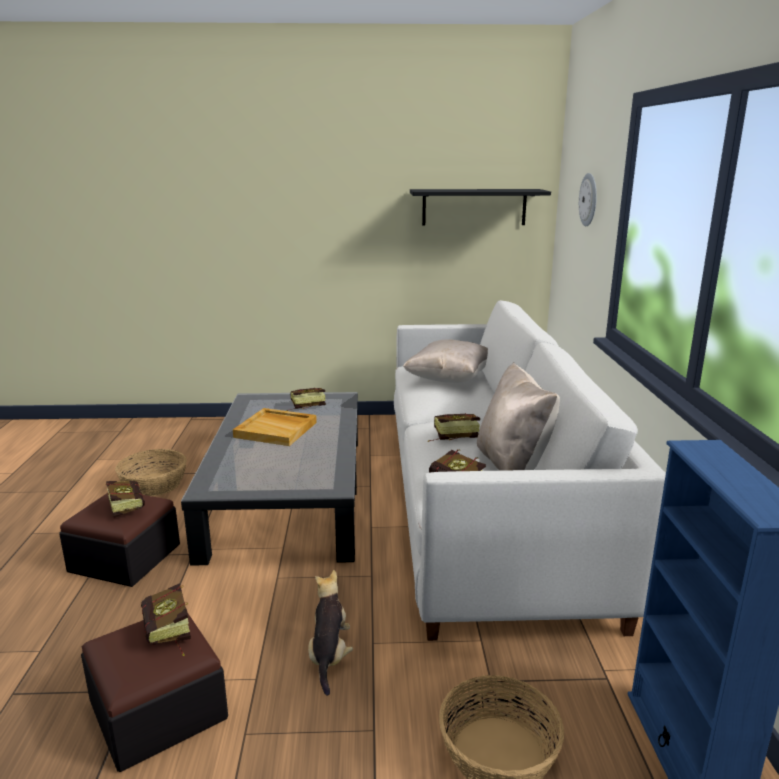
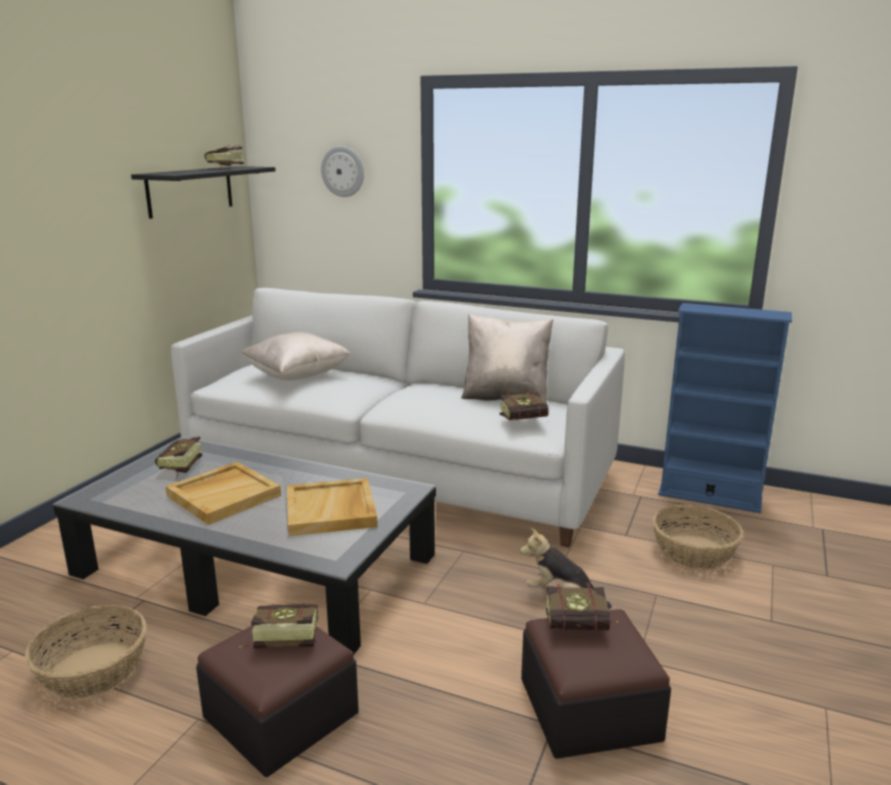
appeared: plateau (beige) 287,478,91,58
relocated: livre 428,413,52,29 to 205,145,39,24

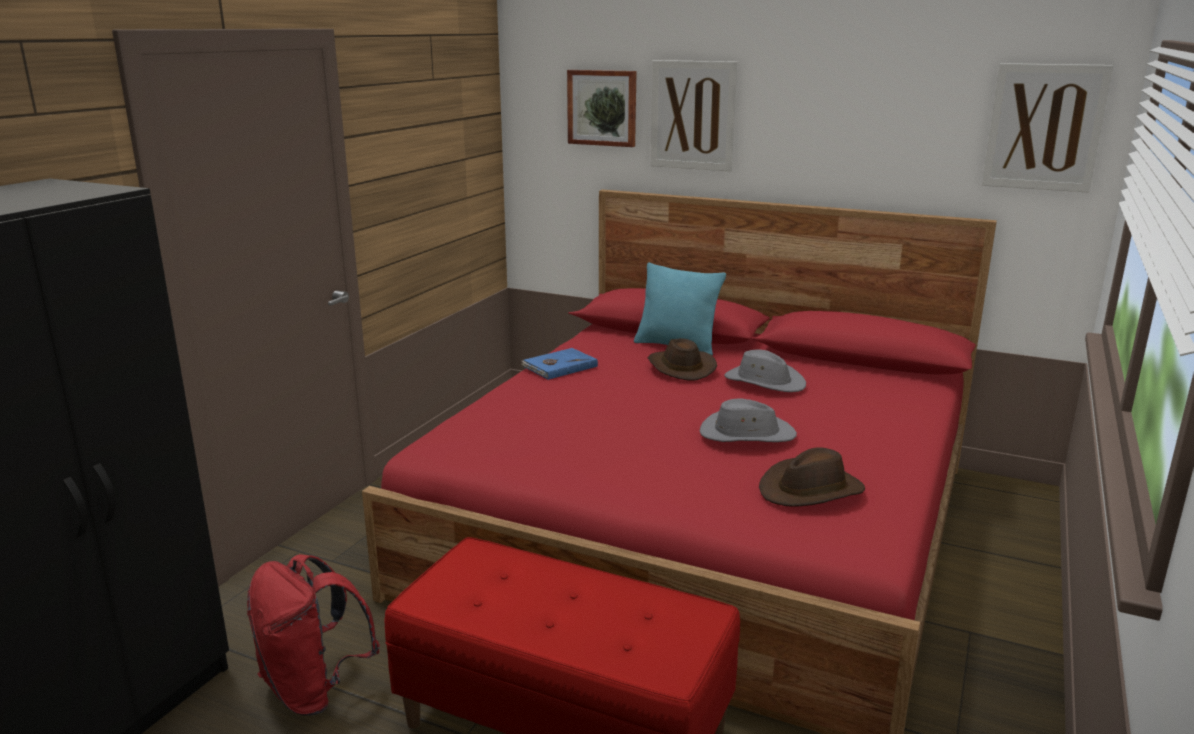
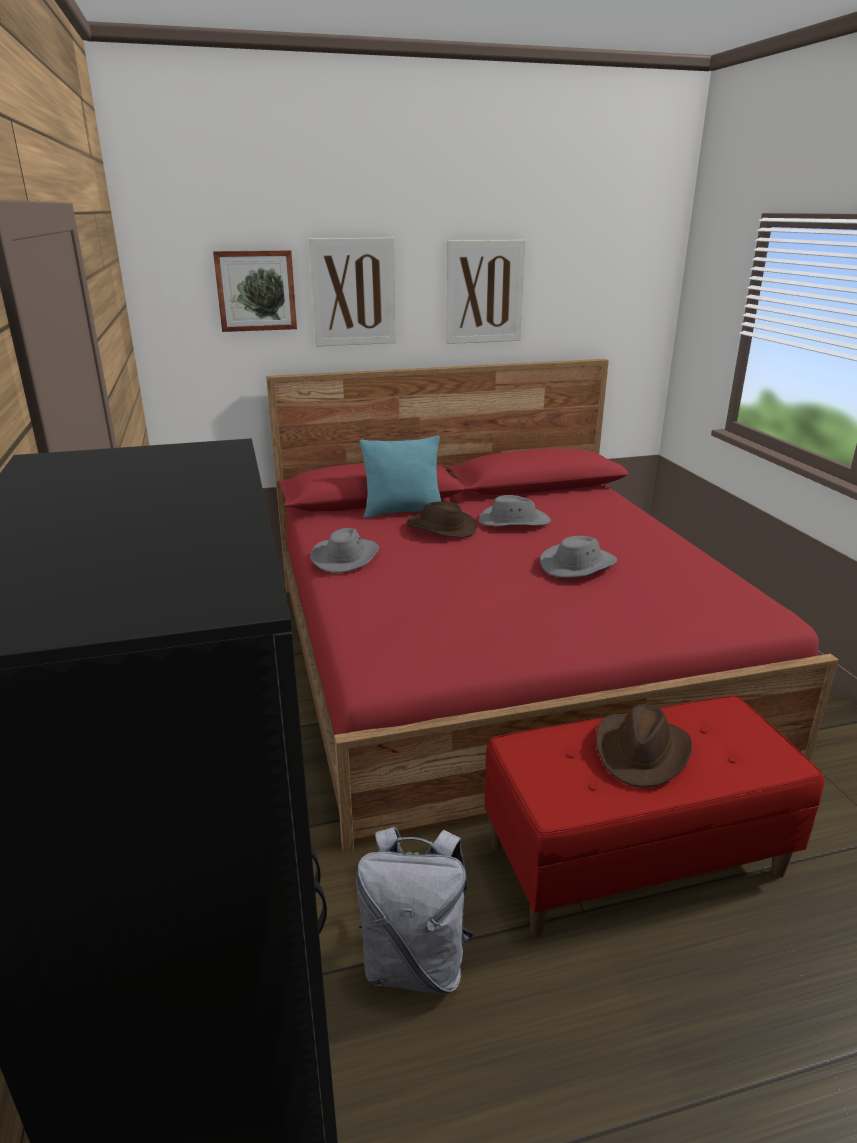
relocated: tableau 982,63,131,130 to 446,240,79,104; chapeau (marron) 759,447,106,60 to 596,704,96,84
exchanged: livre (bleu) 522,348,76,32 to chapeau (gris) 310,528,69,45
colour: sac à dos (rouge) 247,554,133,162 to sac à dos (gris) 356,827,118,166

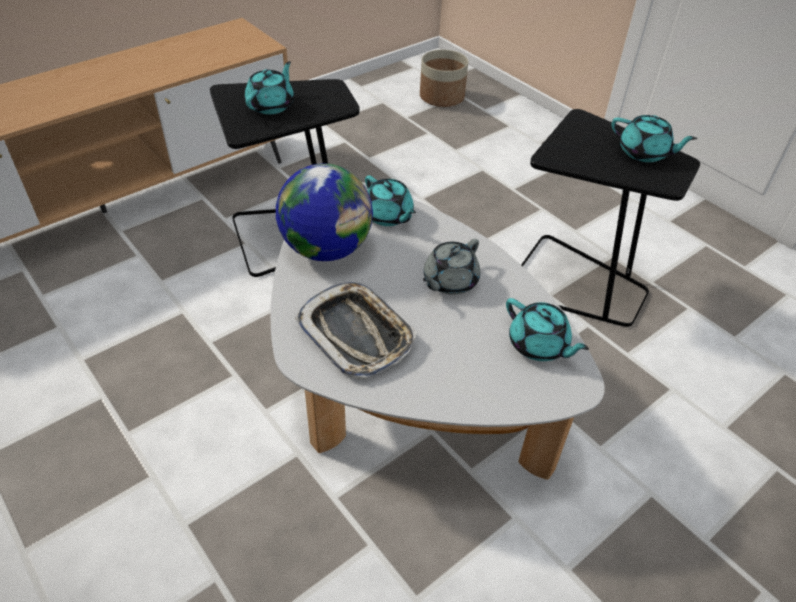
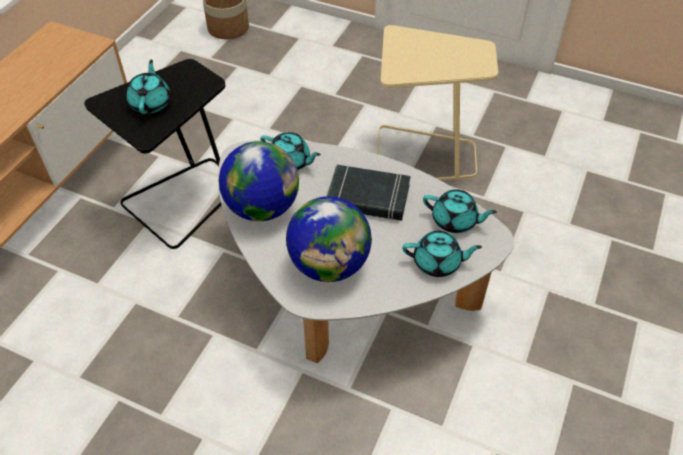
relocated: théière (turquoise) 611,115,86,47 to 402,231,80,46
exchanged: théière (gris) 423,239,57,56 to livre (noir) 327,164,83,57; plateau 295,282,122,97 to globe 286,196,86,86
colour: table d'appoint (noir) 521,109,179,218 to table d'appoint (beige) 377,25,121,155

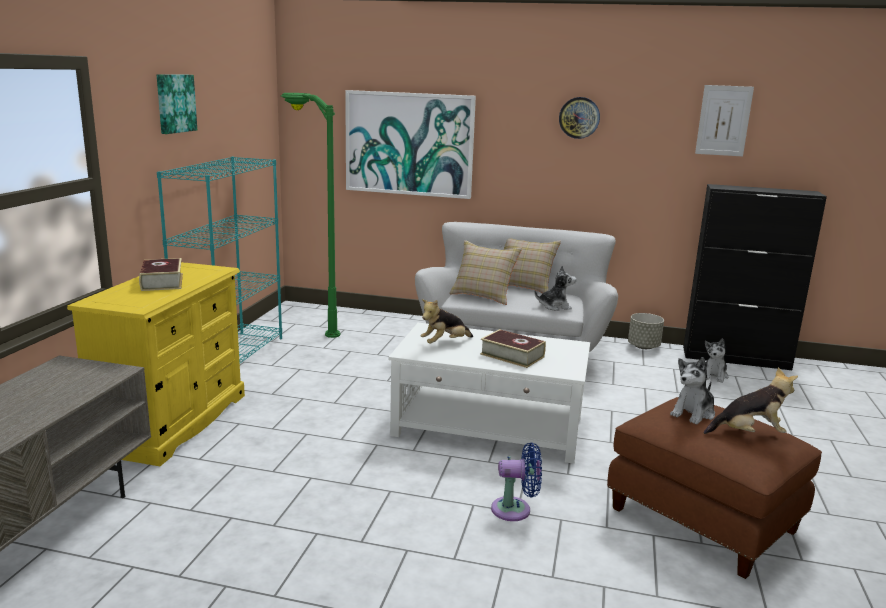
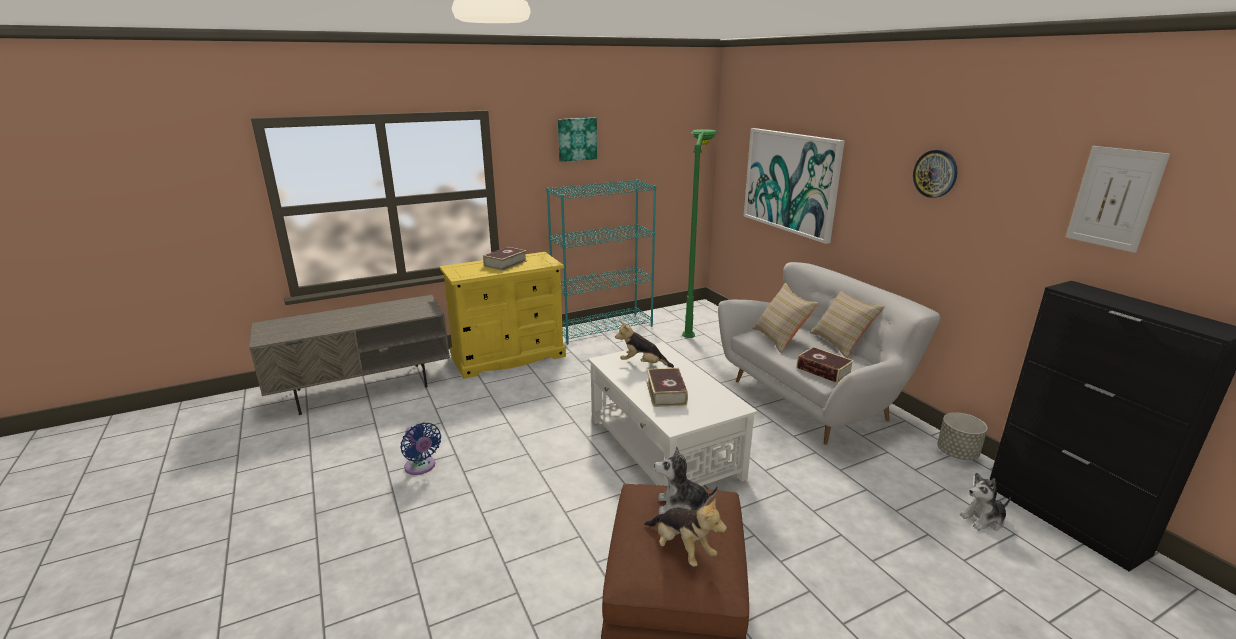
relocated: ventilateur (bleu) 491,442,51,79 to 400,422,41,53
exchanged: peluche 534,266,42,45 to livre 797,347,57,36

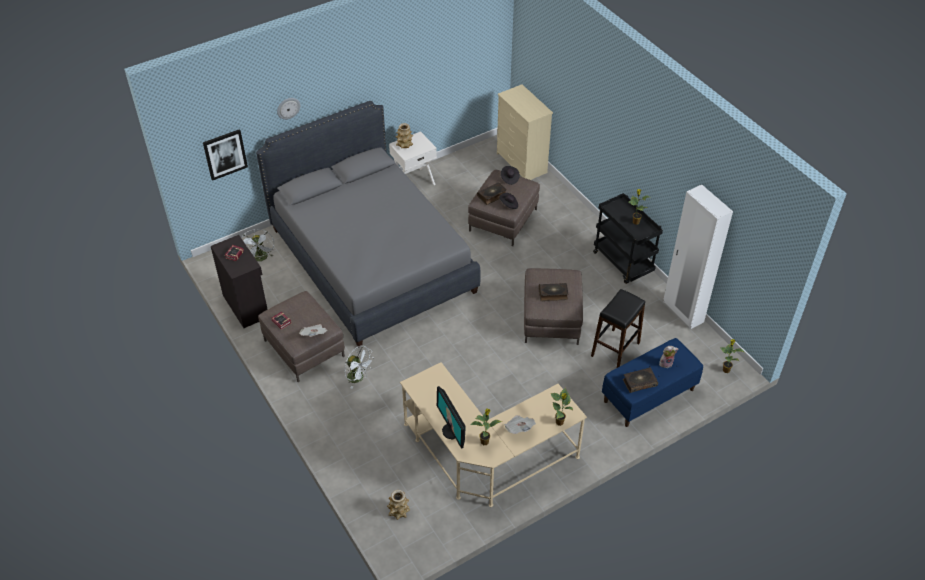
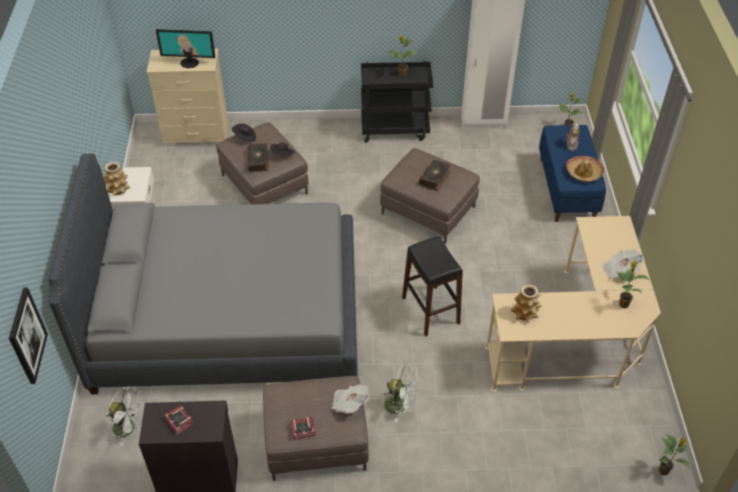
missing: horloge murale 277,98,23,22
relocated: tabouret (noir) 591,289,54,79 to 402,236,61,101; écran d'ordinateur 437,386,29,63 to 156,29,59,39; plante en pot 550,388,23,38 to 659,434,31,41; vase 387,490,23,30 to 511,284,31,39
exchanged: livre 623,368,35,25 to chapeau 566,156,39,26
spun: ventilateur (blanc) 345,345,28,44 = 380,364,39,58 45 degrees clockwise

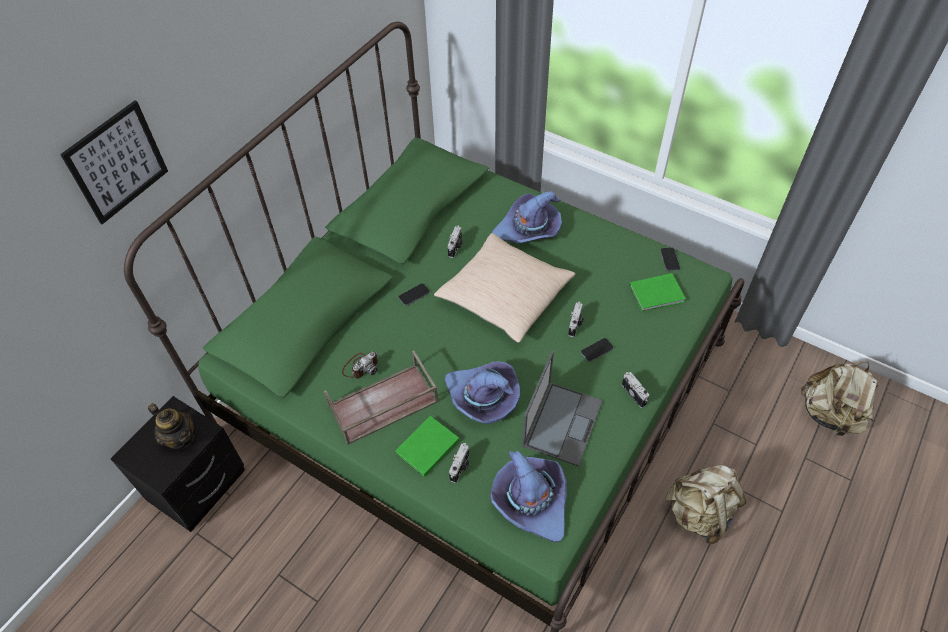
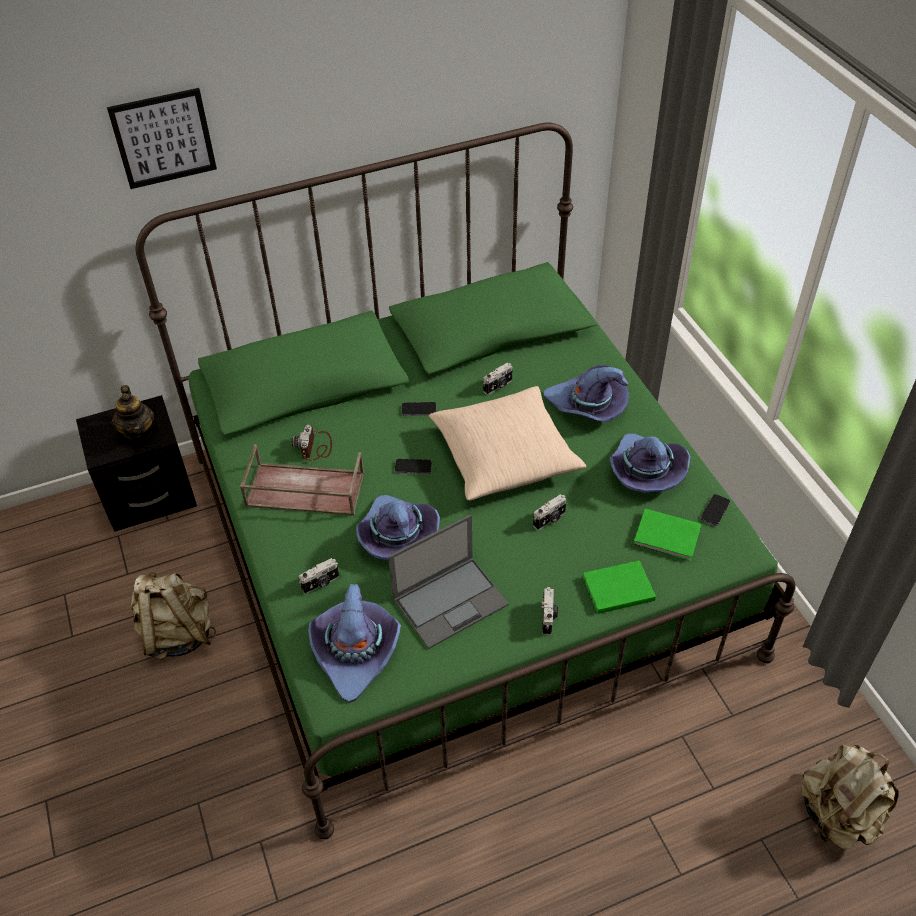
appeared: chapeau (violet) 609,433,82,60
relocated: téléphone 581,338,33,24 to 395,459,37,15; livre (vert) 395,416,64,61 to 583,560,73,54; sac à dos (beige) 665,465,81,79 to 131,572,86,88
spun: appareil photo 342,352,37,27 = 292,424,40,37 105 degrees clockwise

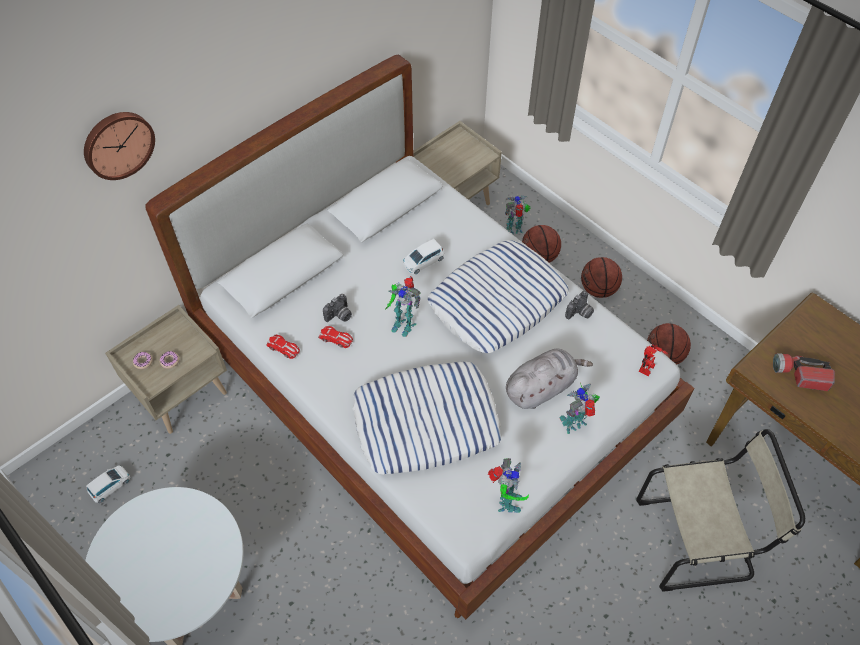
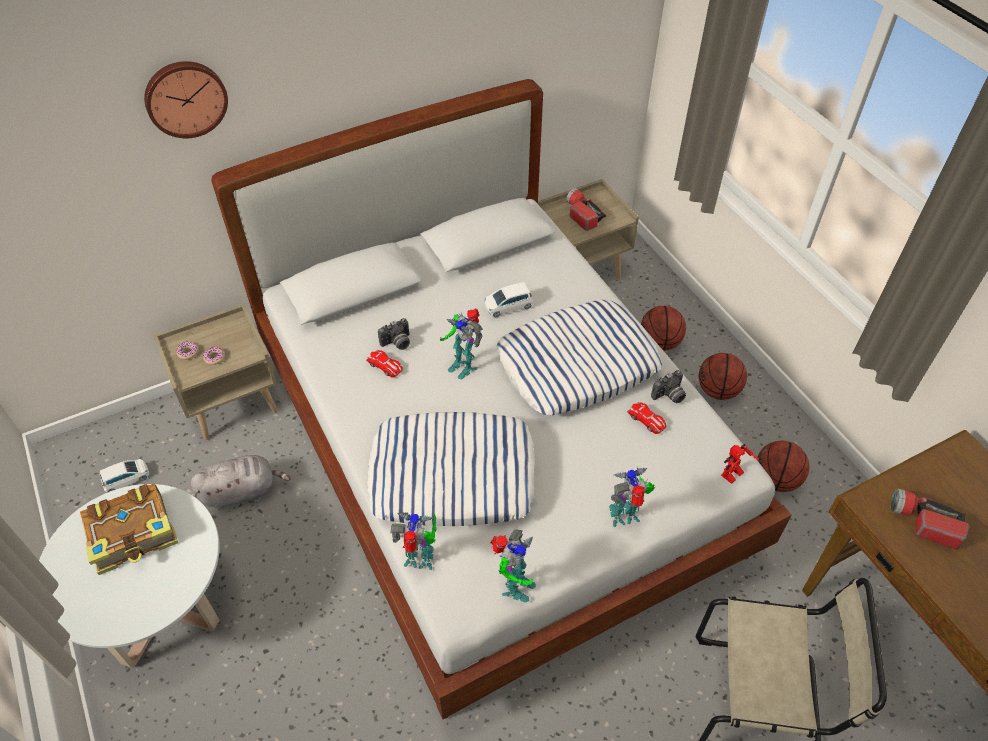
appeared: lampe de poche 566,188,40,43; livre 80,483,98,92
relocated: robot jouet 505,196,26,38 to 390,512,47,58; petite voiture 266,335,34,24 to 627,402,39,32; peluche (gris) 506,348,87,61 to 190,455,101,54

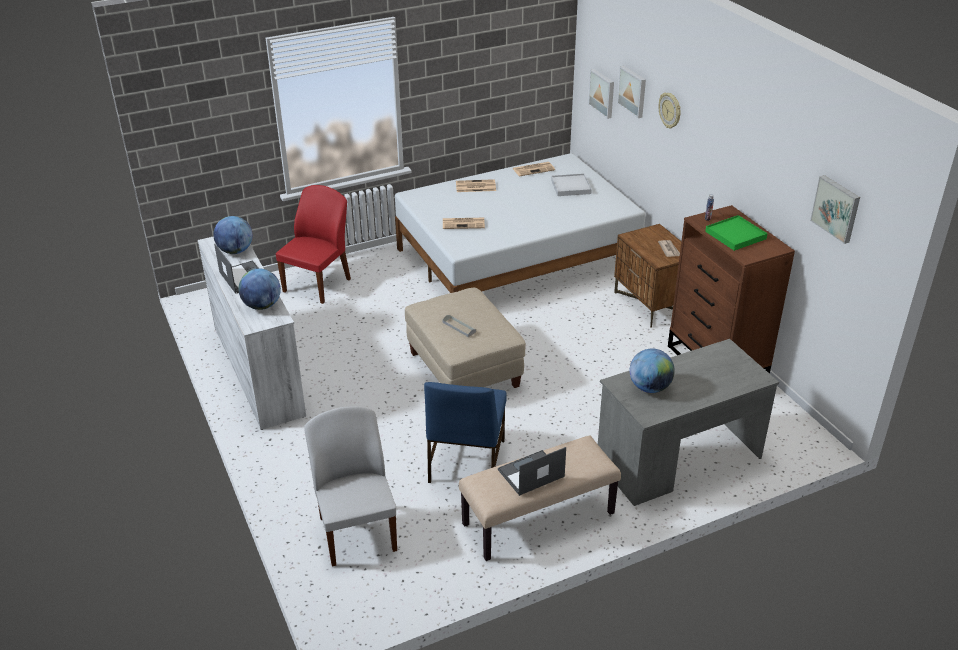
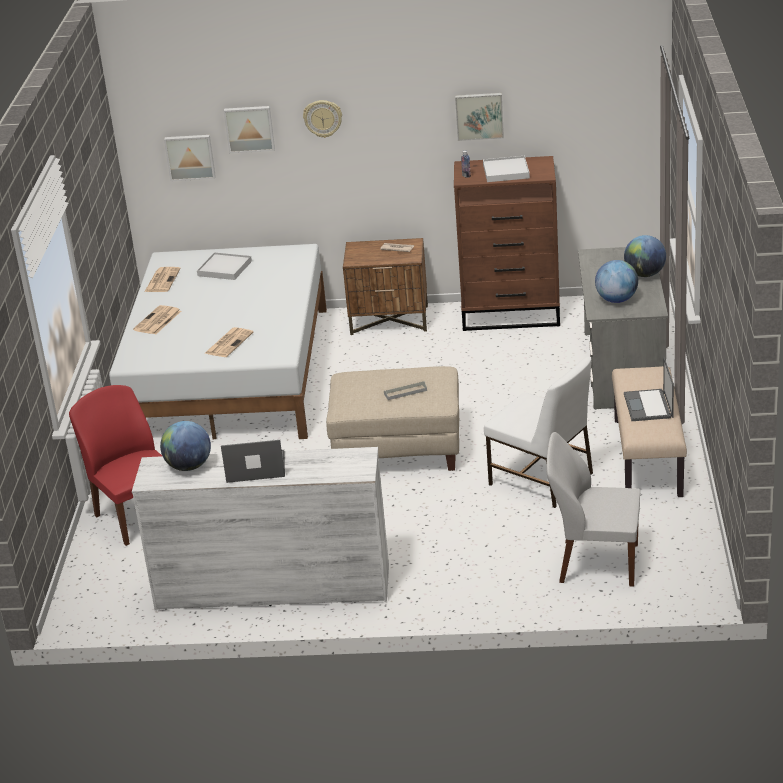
relocated: tableau 810,175,50,69 to 455,93,49,48; globe 238,269,43,41 to 624,235,42,42
colour: plateau (vert) 705,215,63,36 to plateau (blanc) 483,156,47,26; chaise (bleu) 424,382,83,101 to chaise (blanc) 484,356,109,152

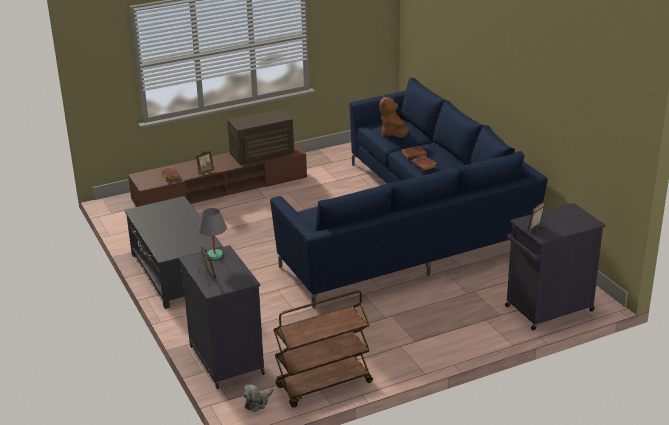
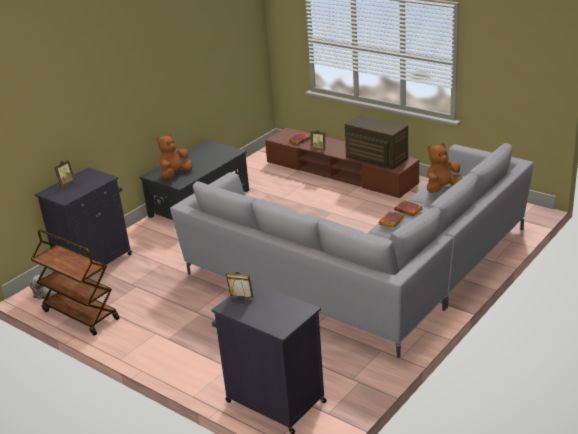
missing: lampe de table (gris) 198,208,29,51
appeared: peluche (marron) 156,133,36,46
colour: canapé (bleu) 270,78,278,231 to canapé (gris) 170,143,364,215

